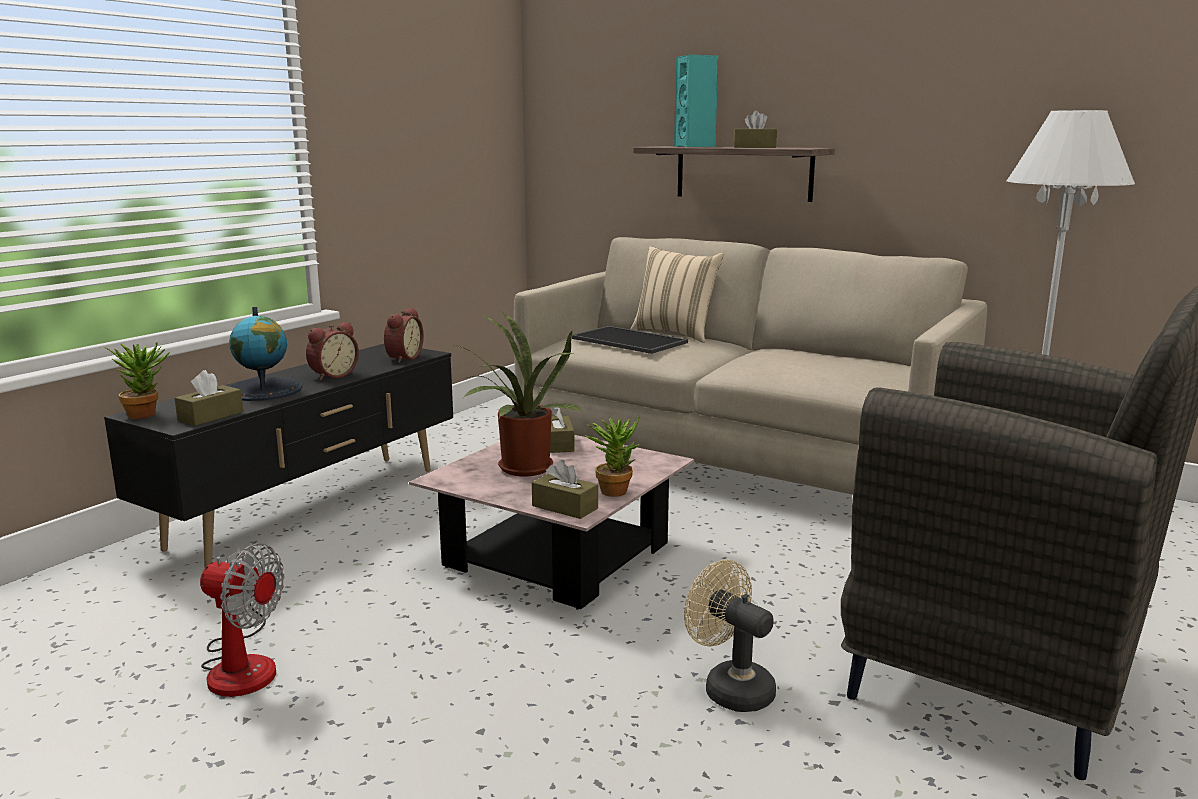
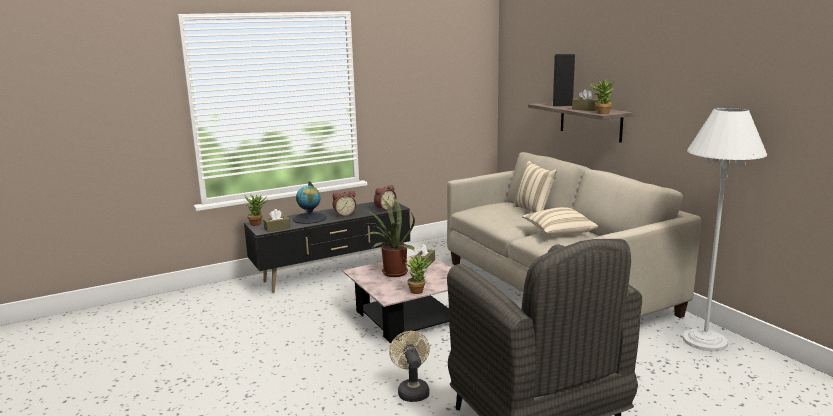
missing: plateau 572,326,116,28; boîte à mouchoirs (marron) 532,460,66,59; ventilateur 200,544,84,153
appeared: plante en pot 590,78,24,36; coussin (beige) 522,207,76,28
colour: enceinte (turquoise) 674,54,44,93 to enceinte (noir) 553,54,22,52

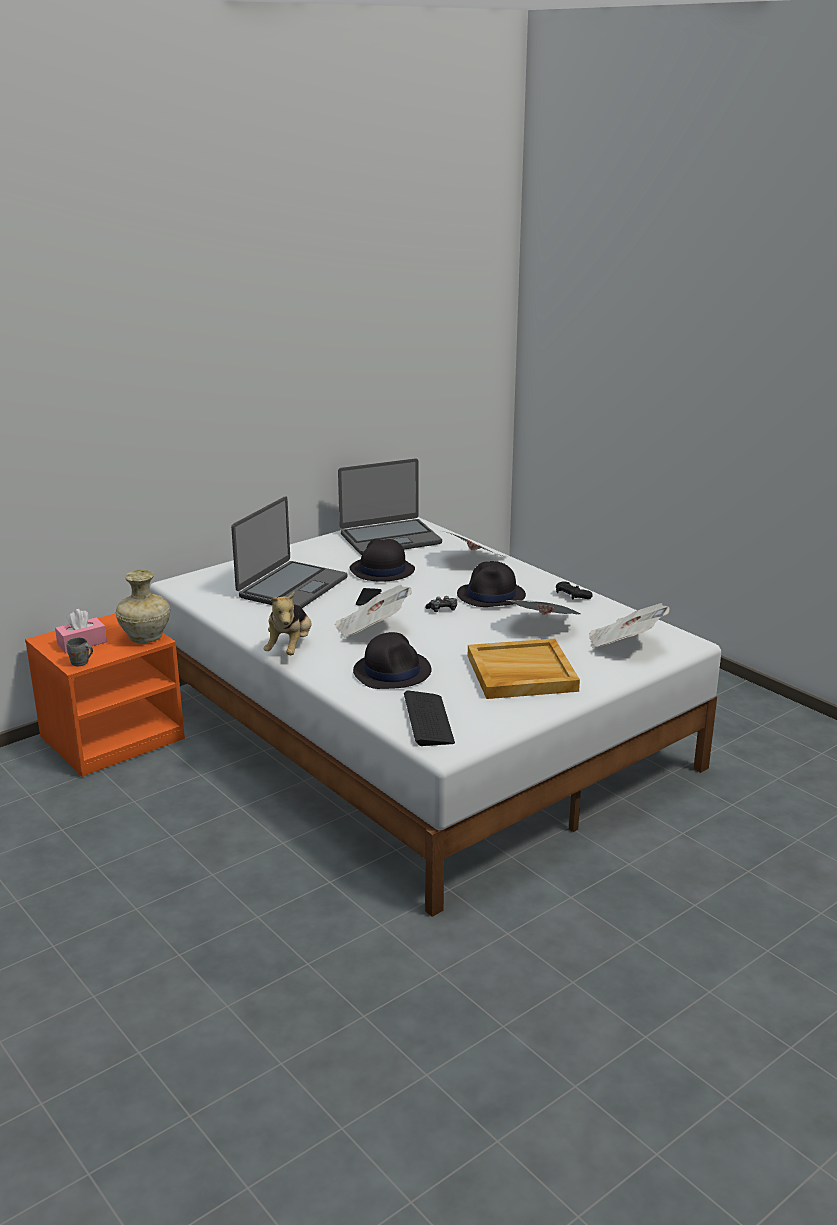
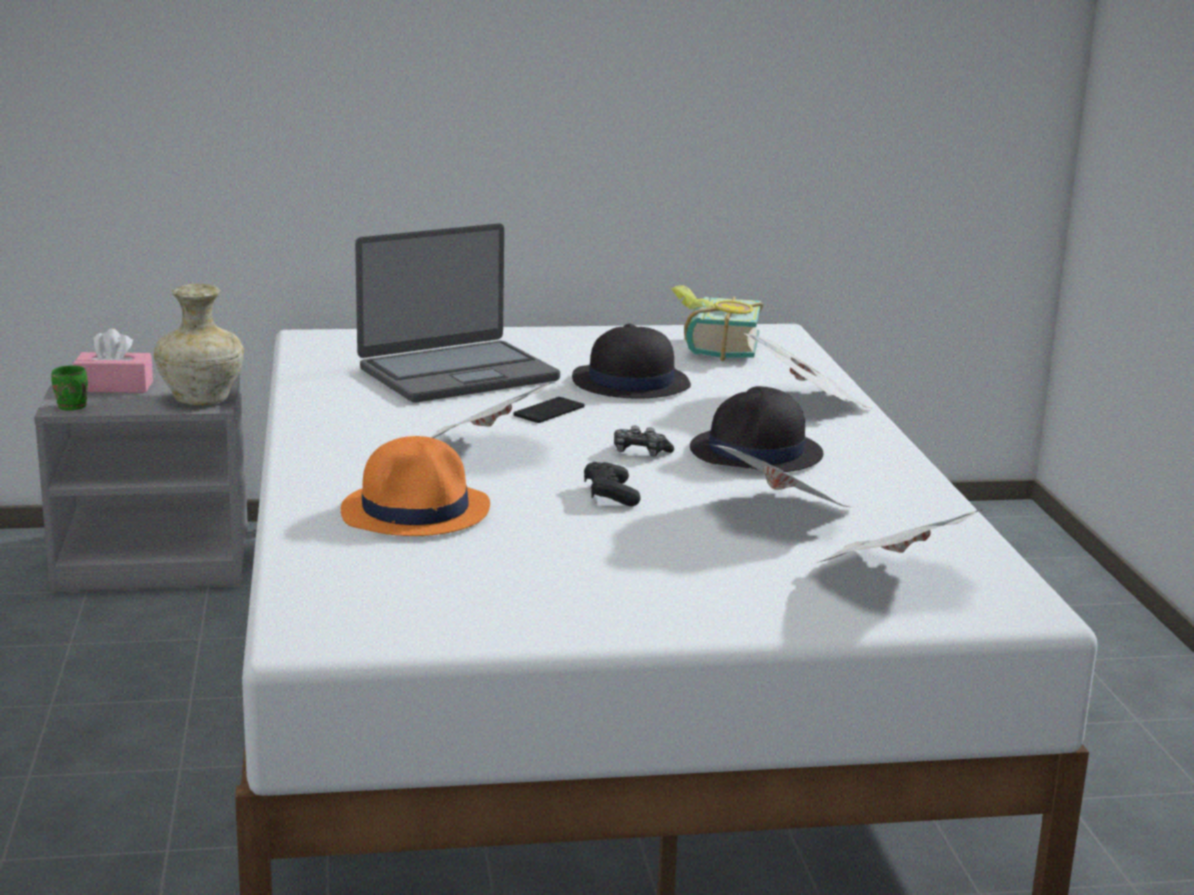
missing: peluche 264,591,47,64; plateau (beige) 468,639,112,60; clavier 404,690,51,56
relocated: manette (noir) 556,581,37,19 to 584,462,57,45
exchanged: ordinateur portable 338,458,104,97 to livre 671,285,92,76
colour: table de chevet (orange) 25,613,160,164 to table de chevet (gris) 34,365,214,227; chapeau (noir) 353,632,79,57 to chapeau (orange) 341,436,149,100; mug (gris) 66,637,27,29 to mug (vert) 51,365,37,46

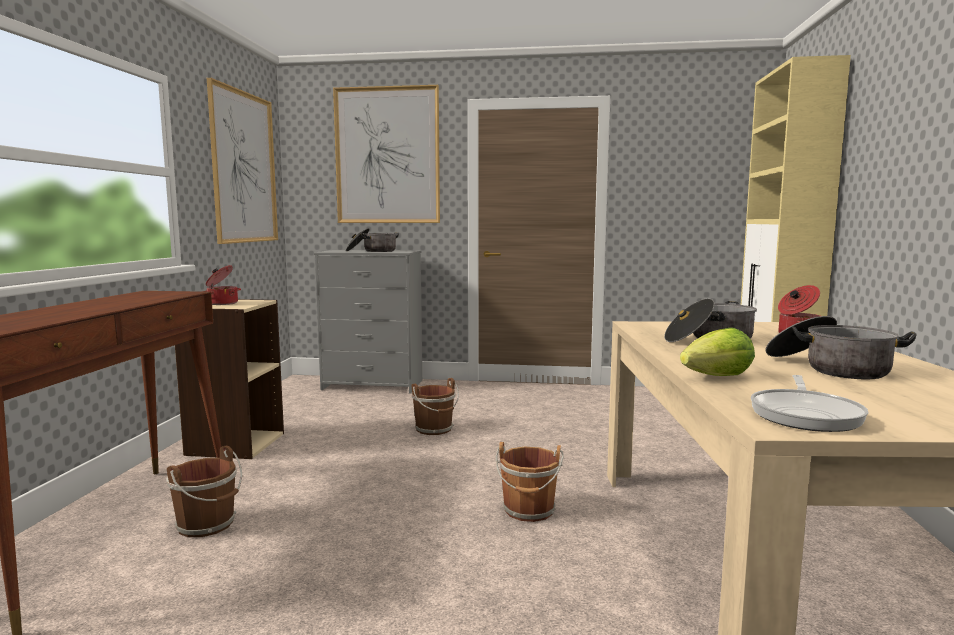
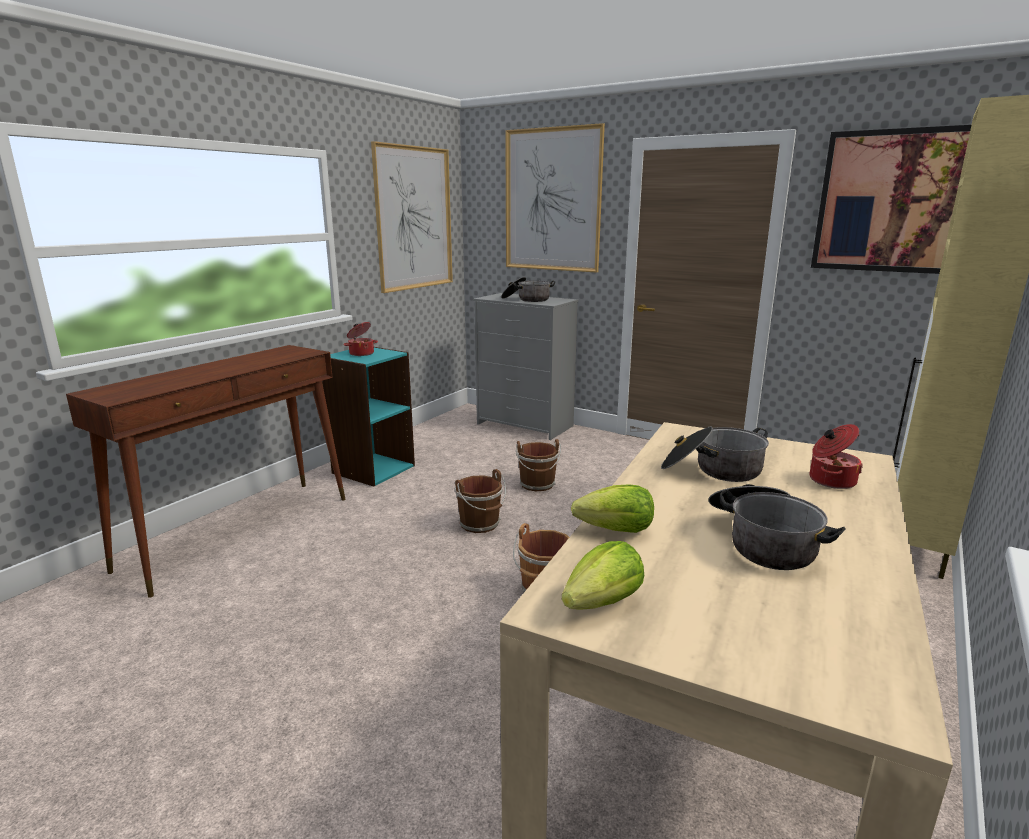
appeared: tableau 811,125,160,149
relocated: seau (marron) 166,445,76,92 to 455,469,51,64
exchanged: poêle 751,375,117,57 to laitue 562,541,82,68
colour: bibliothèque (beige) 175,299,109,160 to bibliothèque (turquoise) 322,347,93,140

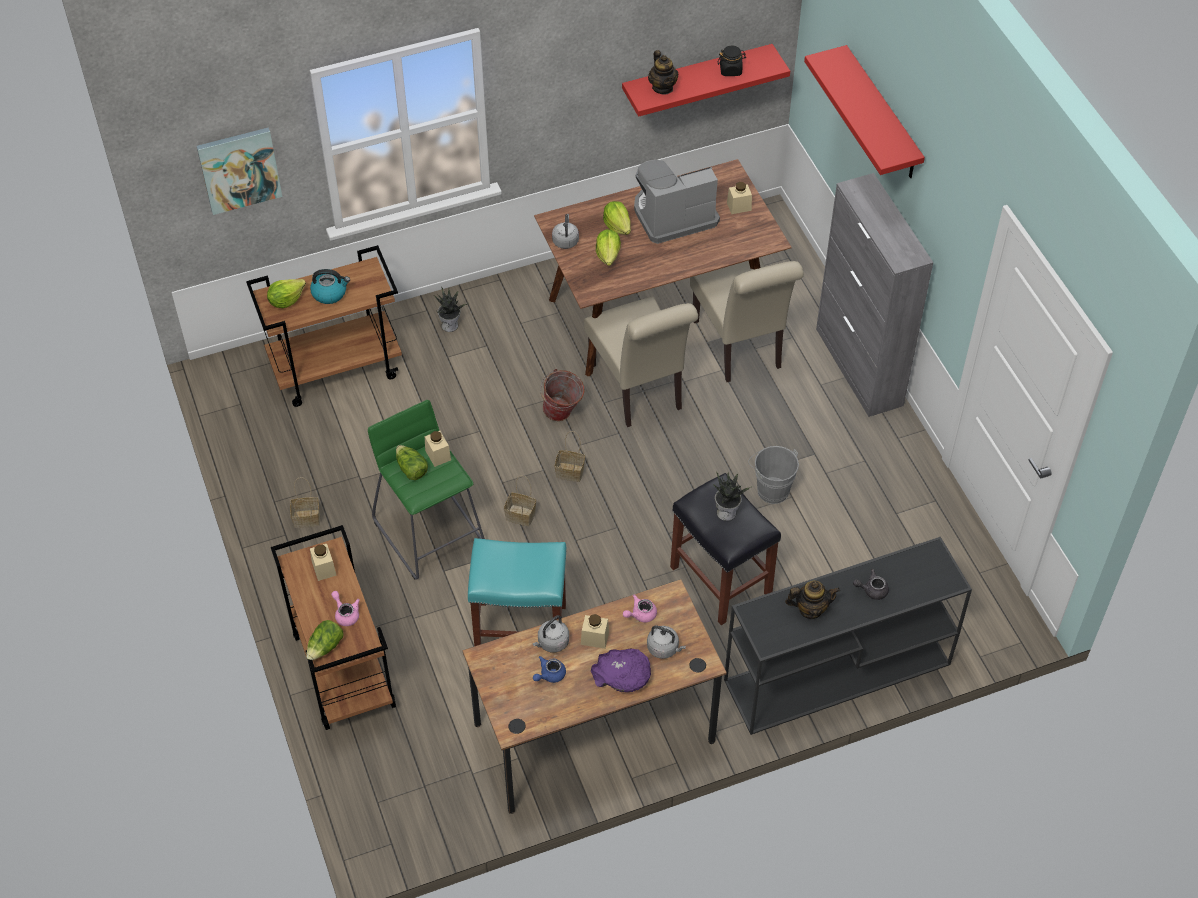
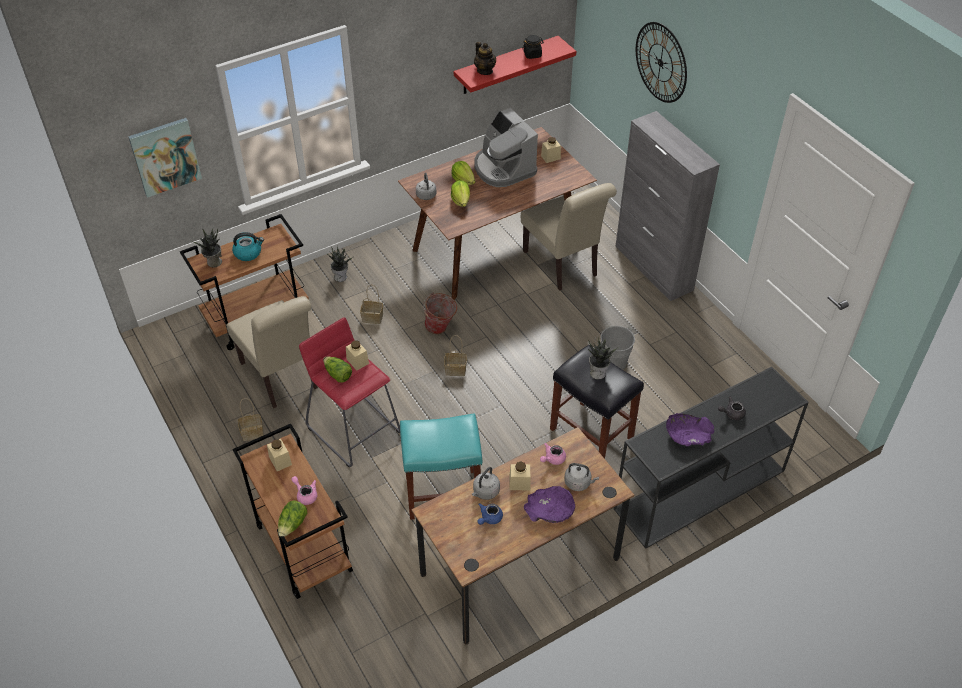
relocated: chaise (beige) 584,297,114,130 to 226,296,92,112; panier 504,476,32,50 to 360,284,23,40
exchanged: étagère (rouge) 804,45,121,133 to horloge murale 636,22,51,81; laitue 267,279,39,29 to plante en pot 193,228,29,40; théière 785,581,55,38 to bol (violet) 666,413,48,33
colour: tabouret (vert) 368,400,117,180 to tabouret (rouge) 299,317,101,150
spun: machine à café 634,160,86,84 = 474,108,64,79 90 degrees counterclockwise

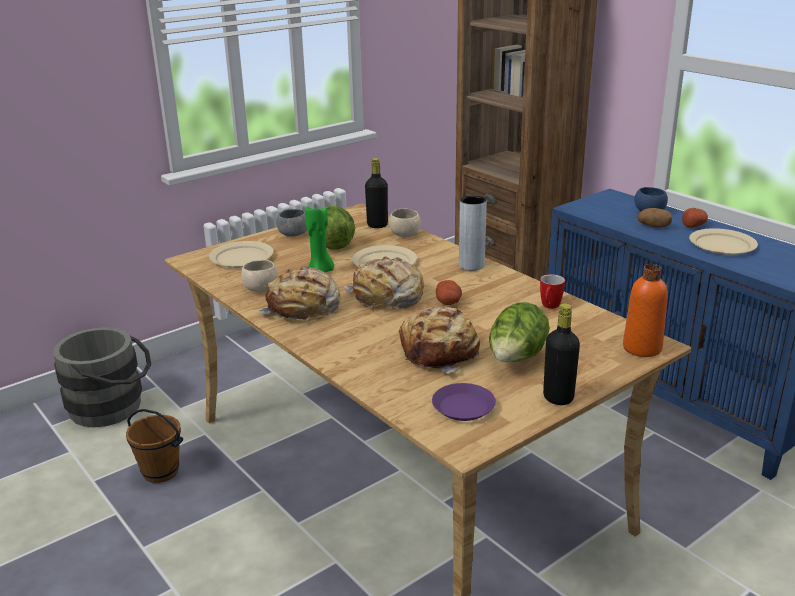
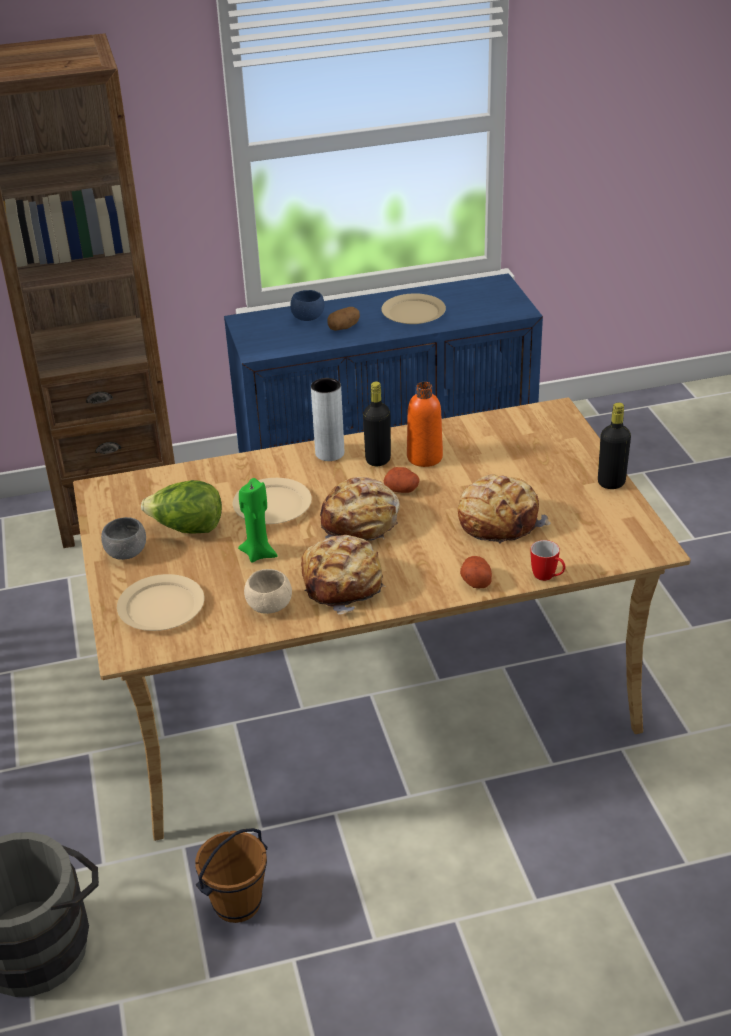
missing: bol (beige) 389,209,32,28; laitue 489,302,61,60; assiette (violet) 432,383,64,38
relocated: bouteille (noir) 365,158,23,70 to 363,381,28,85; pomme de terre 682,208,26,20 to 460,556,32,32; bouteille (orange) 623,264,45,93 to 407,382,36,85; mug 540,274,25,35 to 531,540,34,41

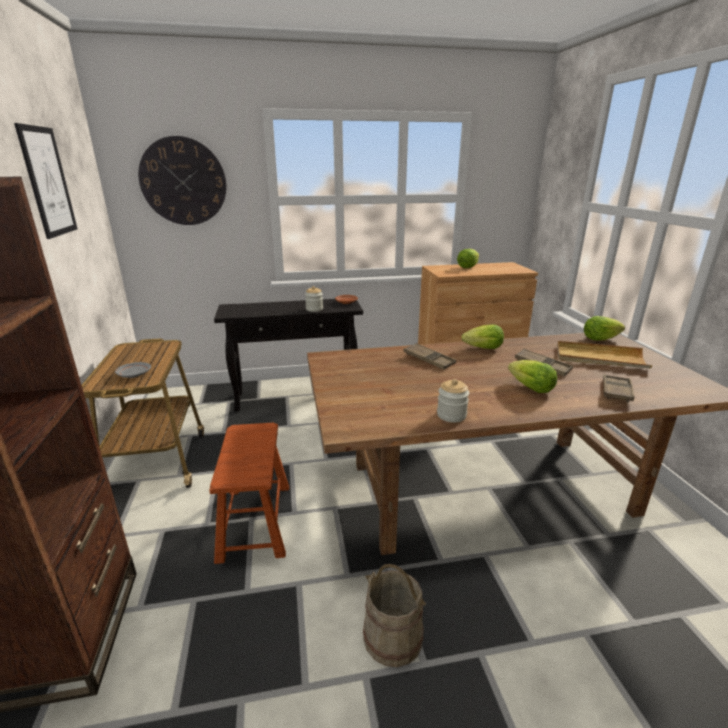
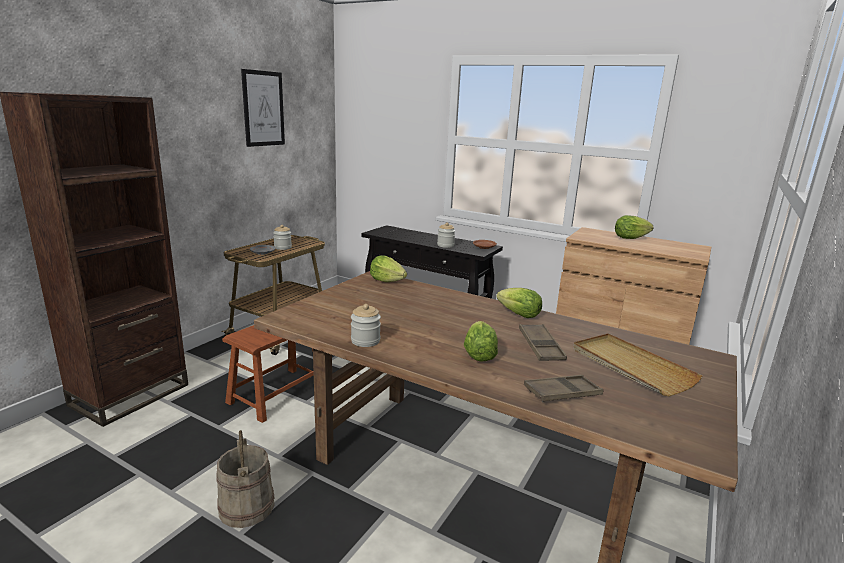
missing: horloge murale 138,136,89,89; plateau (marron) 403,343,53,27
appeared: bocal 273,225,19,25
relocated: laitue 584,316,41,24 to 370,255,37,27

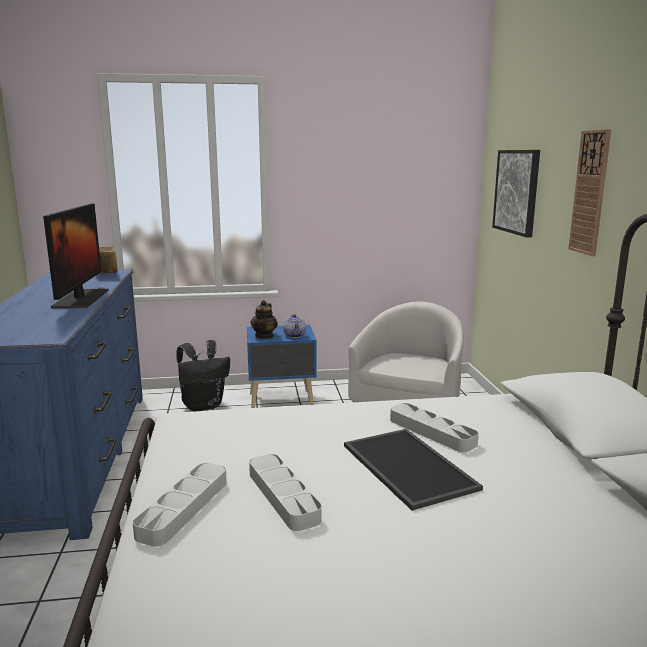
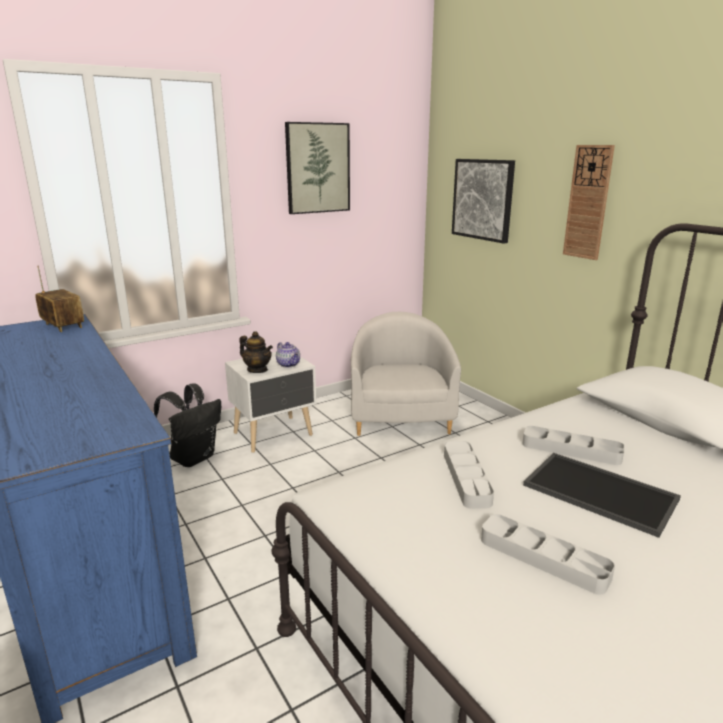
missing: écran d'ordinateur 43,204,66,104
appeared: tableau 285,122,65,92
relocated: plateau (gris) 133,463,94,84 to 444,441,50,68
colour: table de chevet (bleu) 247,325,70,83 to table de chevet (blanc) 225,352,91,101
spun: théière 250,300,28,39 = 239,331,34,42 45 degrees counterclockwise

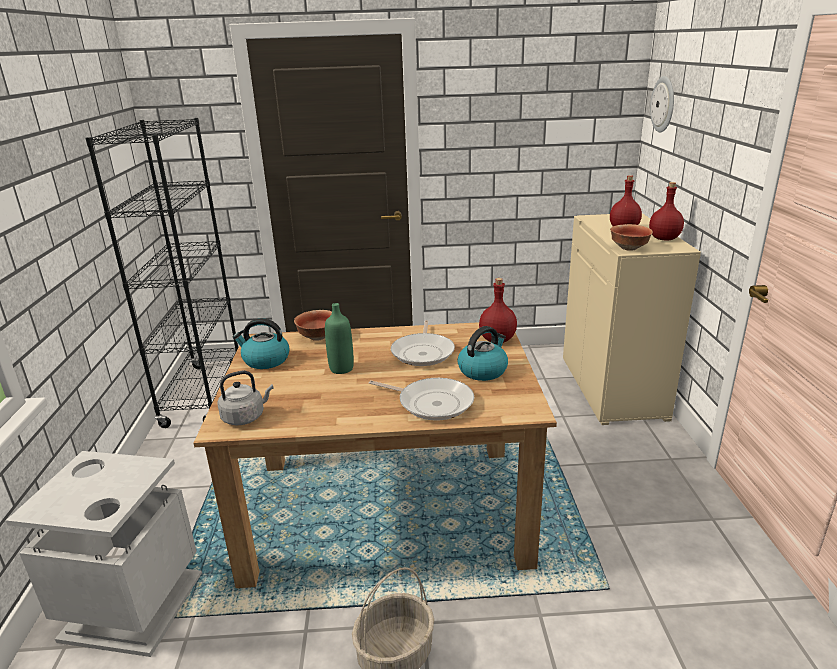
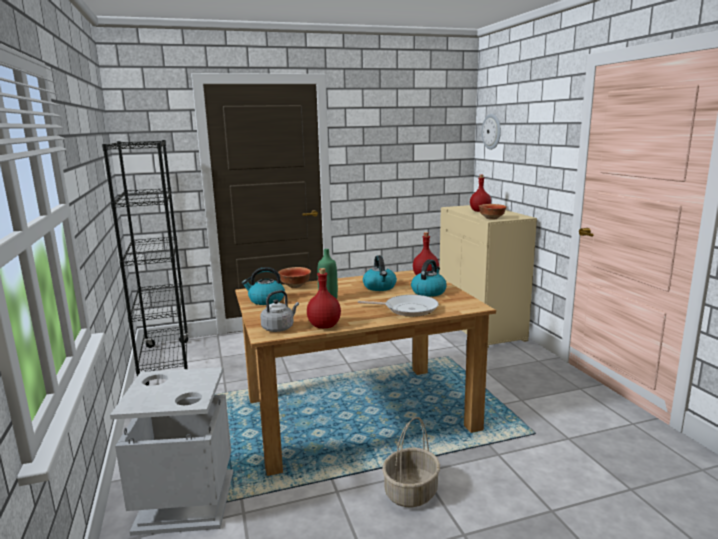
relocated: bouteille (rouge) 649,182,35,58 to 307,268,34,60
exchanged: poêle 391,320,64,46 to bouilloire 363,255,34,36

